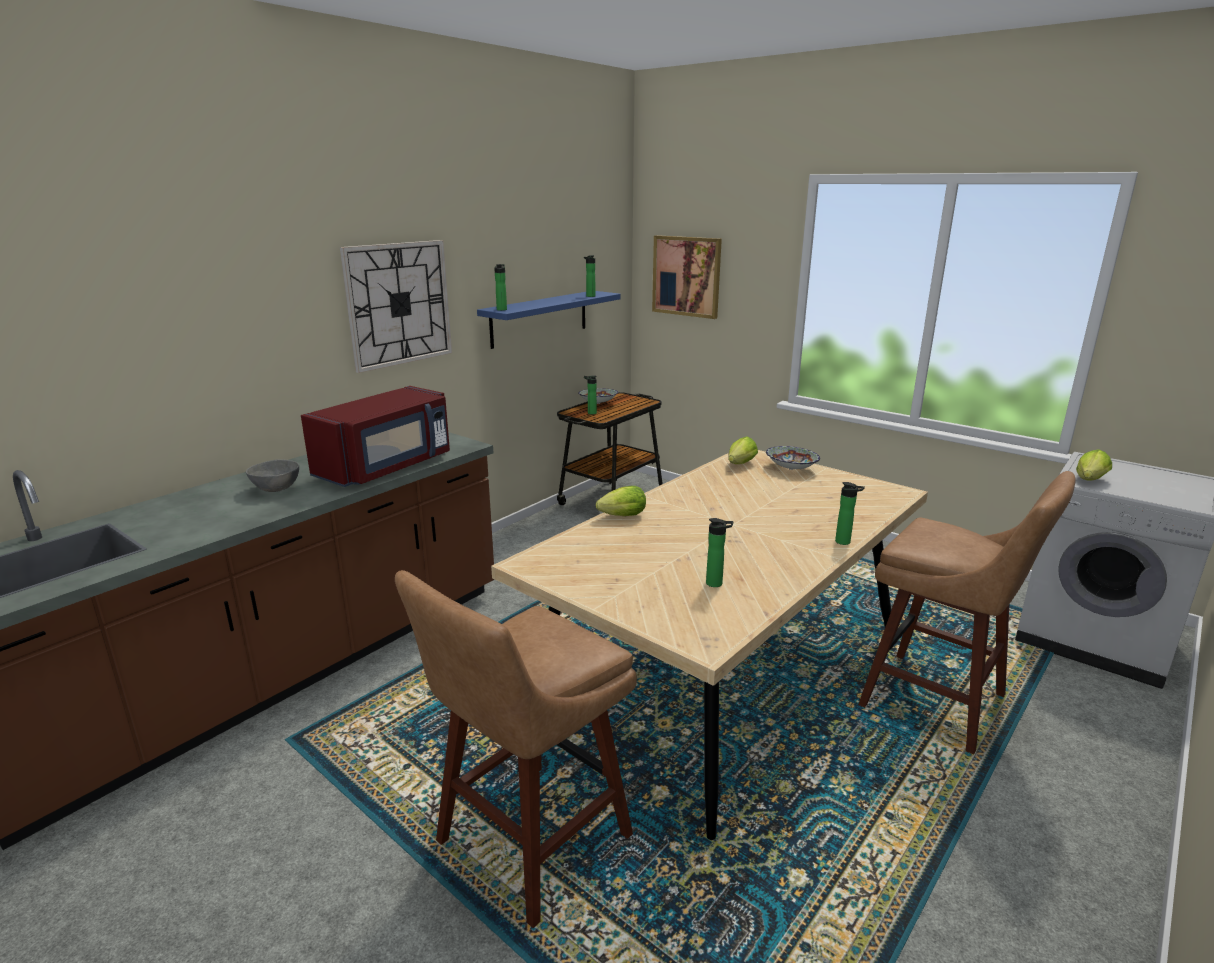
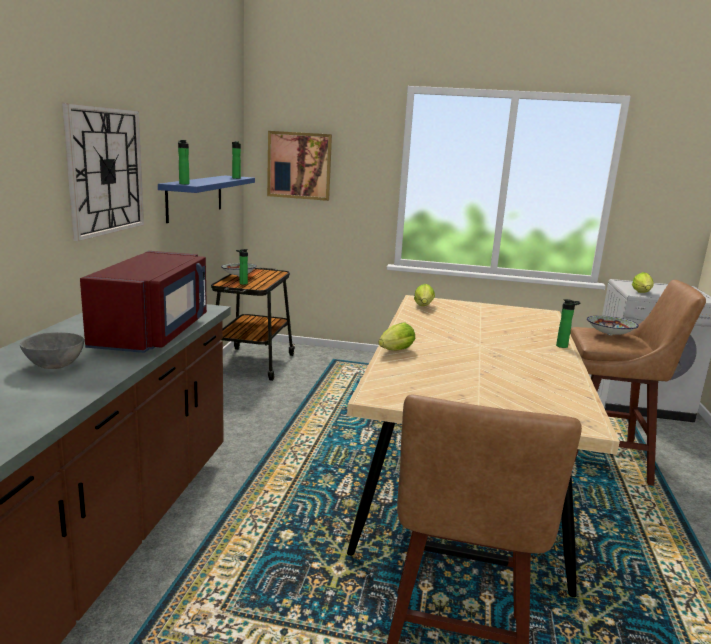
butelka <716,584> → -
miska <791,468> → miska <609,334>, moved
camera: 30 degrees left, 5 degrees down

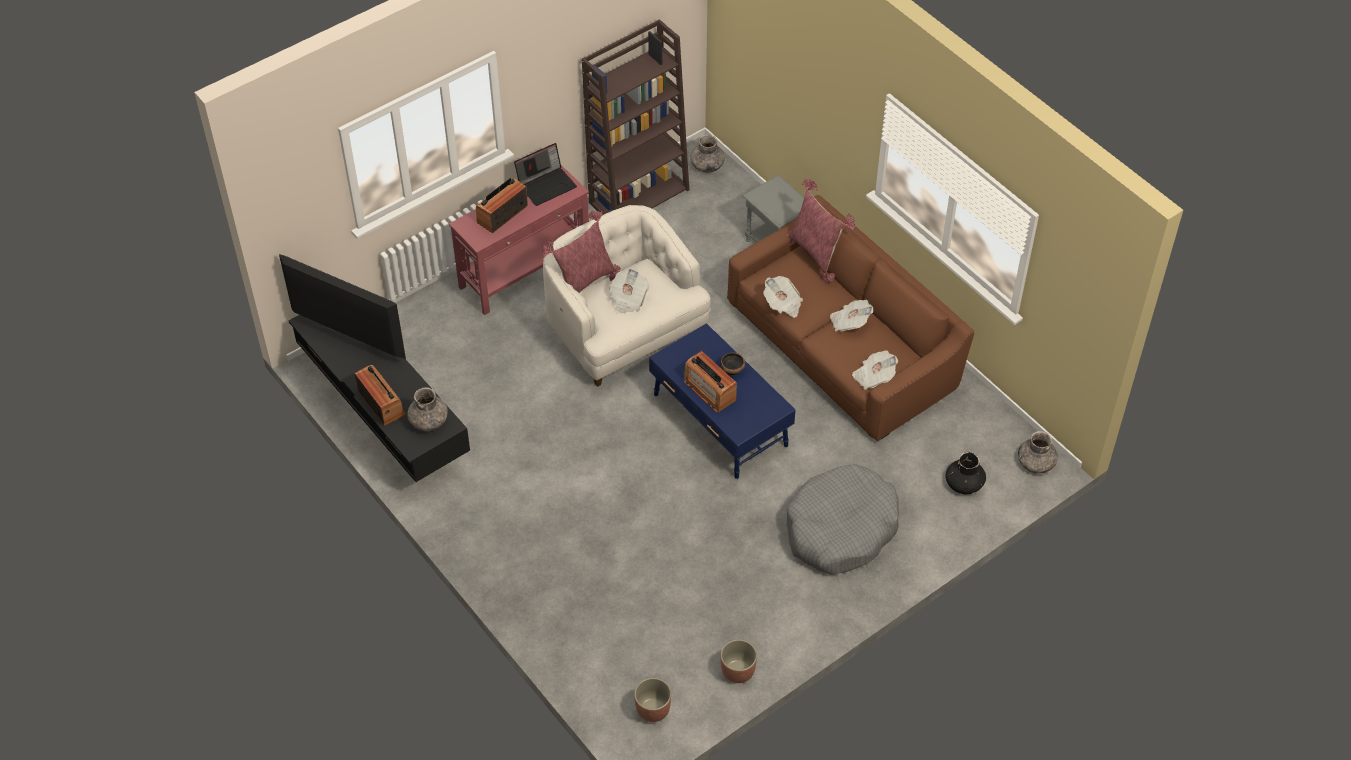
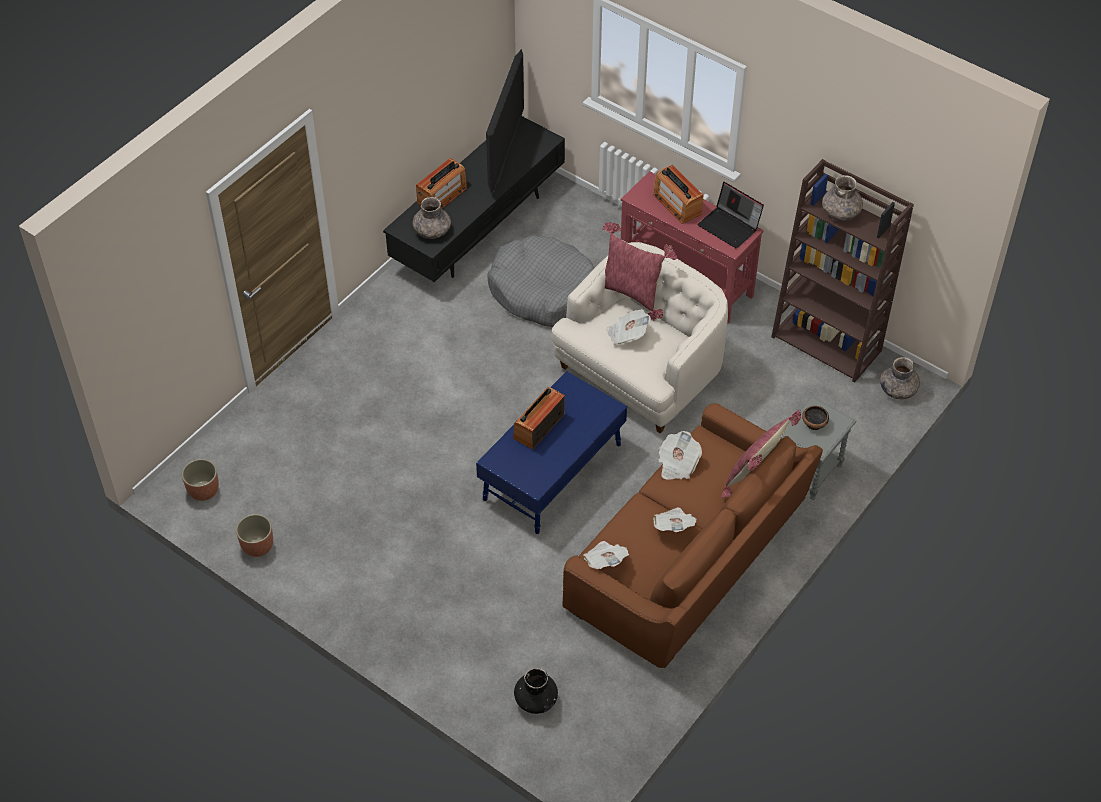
miska <732,369> → miska <814,423>, moved
legowisko (szary) <840,529> → legowisko (szary) <544,292>, moved
wazon (szary) <1036,463> → wazon (szary) <841,212>, moved
radio <502,214> → radio <677,204>, 150 degrees counterclockwise
camera: 75 degrees right, 0 degrees up

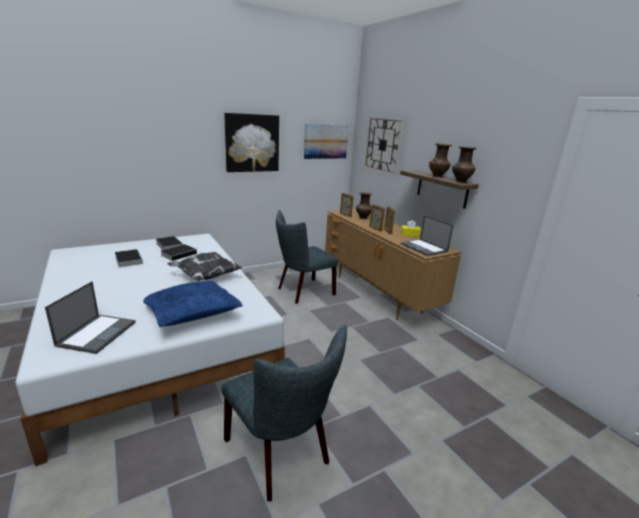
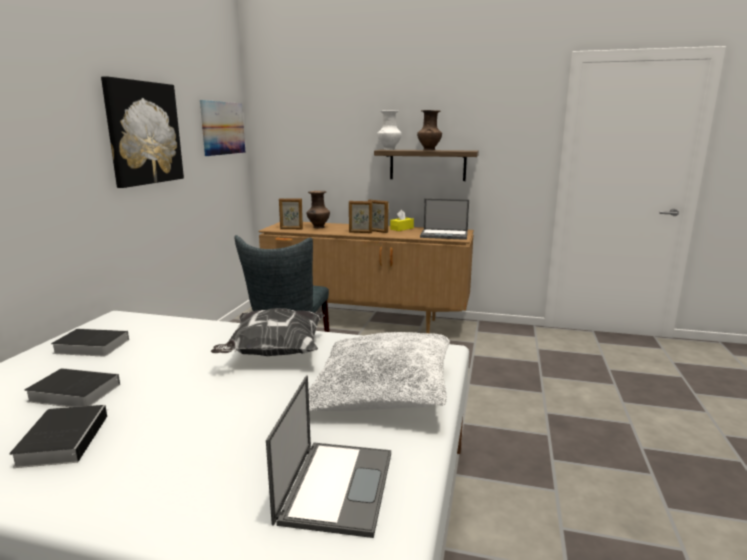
krzesło (szary) <281,454> → -
zegar ścienny <383,145> → -
wazon (brązowy) <460,182> → -
- → wazon (biały) <389,149>
książka <179,254> → książka <64,438>, moved
poduszka (niebieski) <192,314> → poduszka (biały) <381,391>
laptop <97,333> → laptop <336,485>, 45 degrees clockwise
camera: 45 degrees left, 5 degrees down

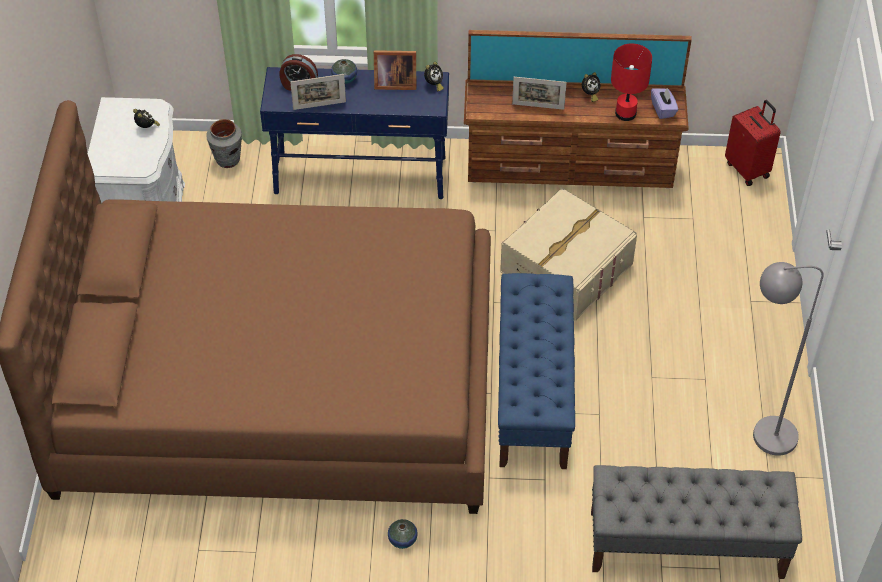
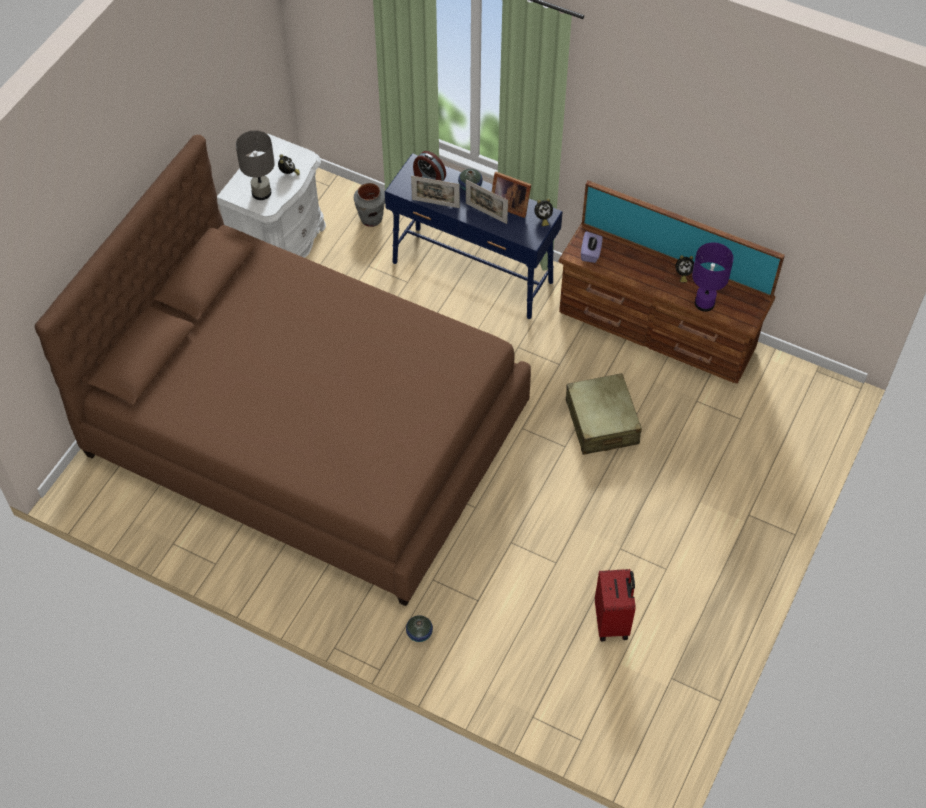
ławka (niebieski) <533,392> → -
ławka (szary) <685,544> → -
lampa stojąca (szary) <761,438> → -
- → lampa stołowa (szary) <262,193>
wazon <402,539> → wazon <419,633>, moved
ramka na zdjęcie <538,106> → ramka na zdjęcie <486,213>, moved
pudełko chusteczek (fioletowy) <663,109> → pudełko chusteczek (fioletowy) <591,253>, moved
walizka (czerwony) <748,169> → walizka (czerwony) <612,621>, moved
pojemnik do przechowywania (beżowy) <566,269> → walizka (beżowy) <601,422>
lampa stołowa (czerwony) <625,113> → lampa stołowa (fioletowy) <704,303>
camera: 25 degrees right, 5 degrees up

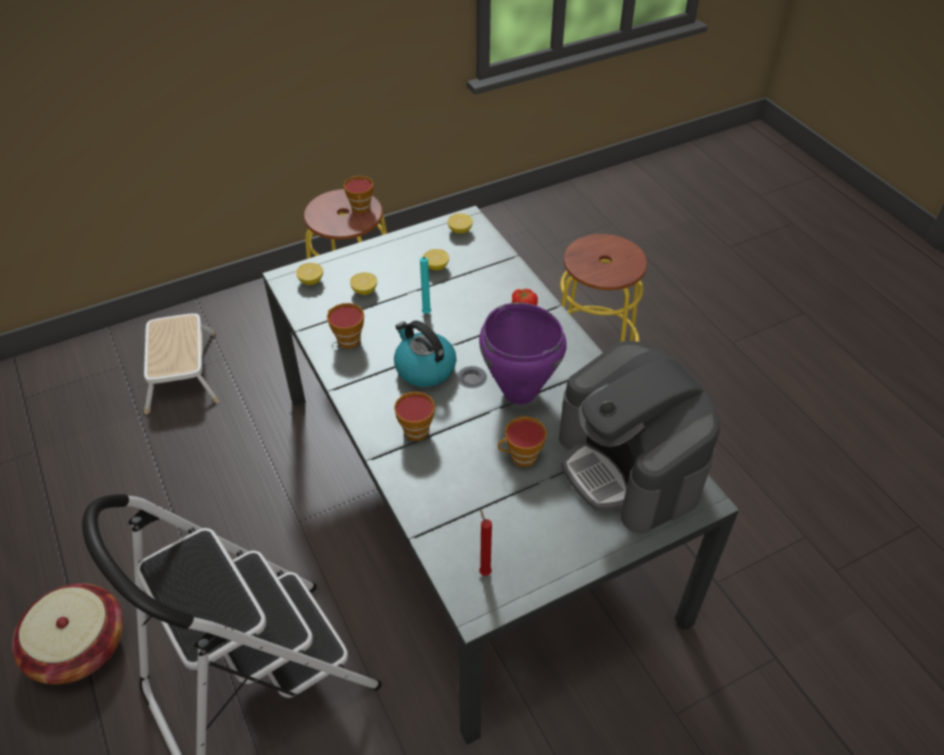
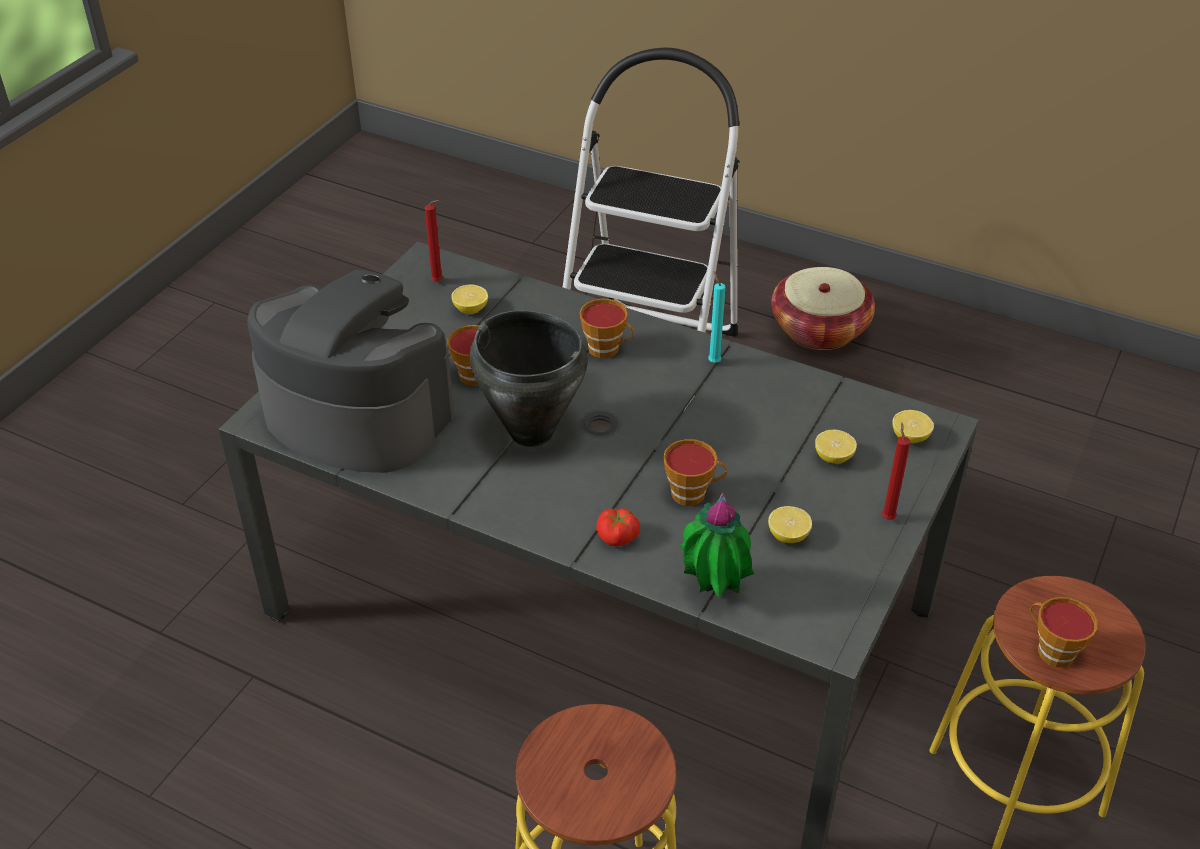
drabinka (beżowy) <182,371> → -
czajnik <424,368> → -
- → roślina doniczkowa <713,591>
- → świeca (czerwony) <887,517>
filiżanka <346,339> → filiżanka <693,493>, moved
świeca (turkusowy) <426,314> → świeca (turkusowy) <713,361>, moved
cytryna <460,230> → cytryna <470,309>, moved
garnek (fioletowy) <519,393> → garnek (czarny) <531,431>
camera: 145 degrees right, 5 degrees down

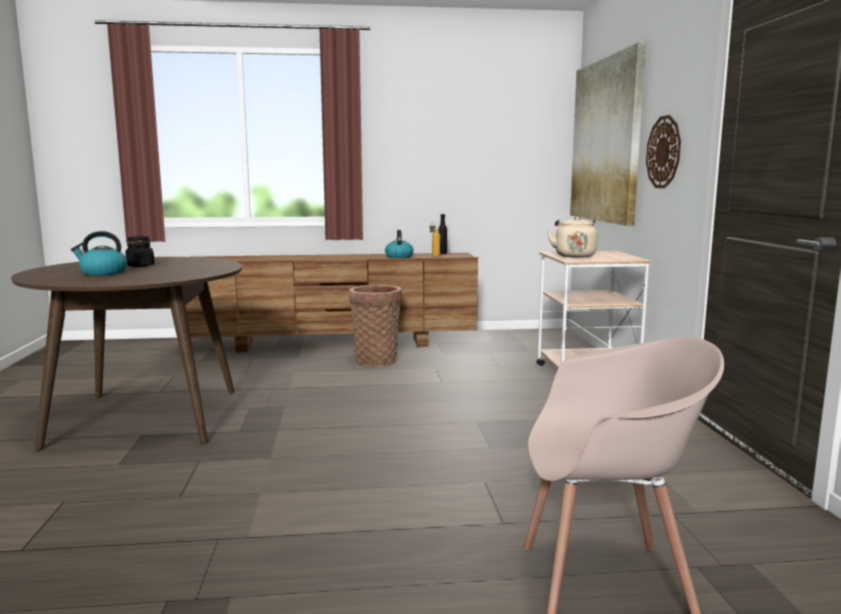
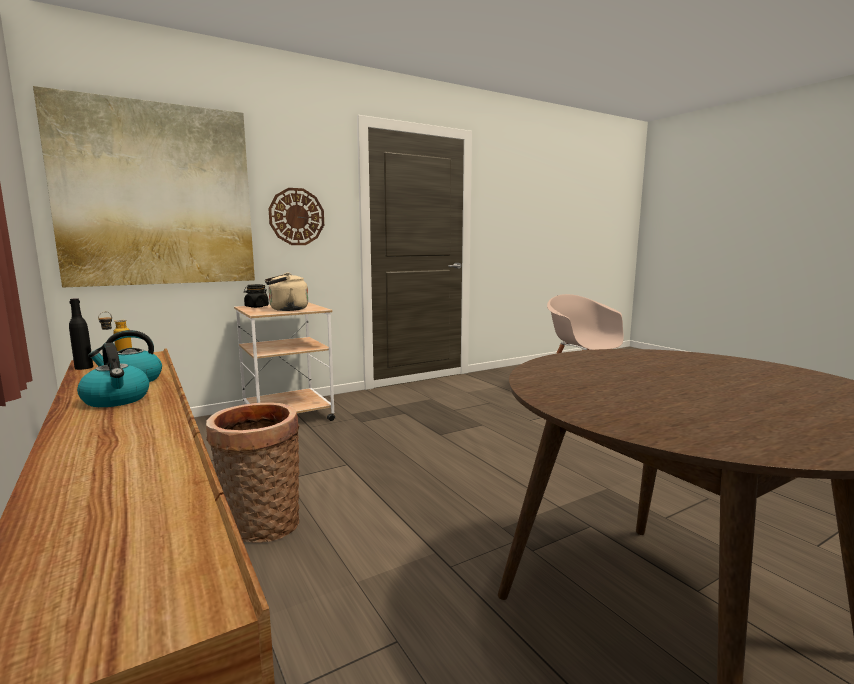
czajnik <103,273> → czajnik <117,400>, moved
słoik (czarny) <140,265> → słoik (czarny) <256,306>, moved
camera: 115 degrees left, 0 degrees up

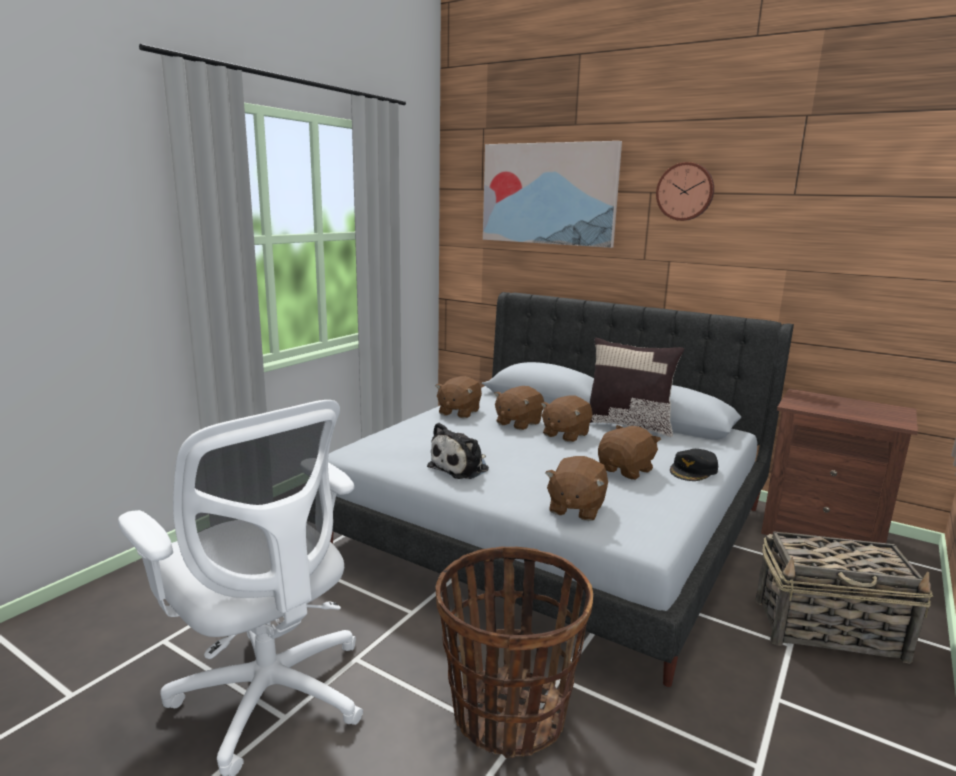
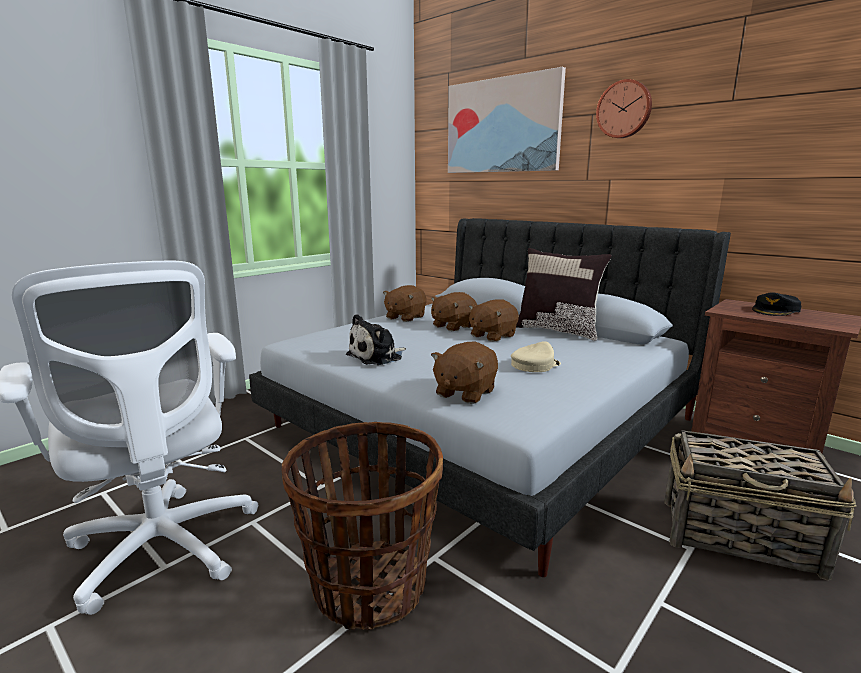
czapka z daszkiem (czarny) <693,470> → czapka z daszkiem (czarny) <775,310>, moved
pluszak (brązowy) <626,470> → czapka z daszkiem (beżowy) <534,365>
camera: 10 degrees right, 0 degrees up

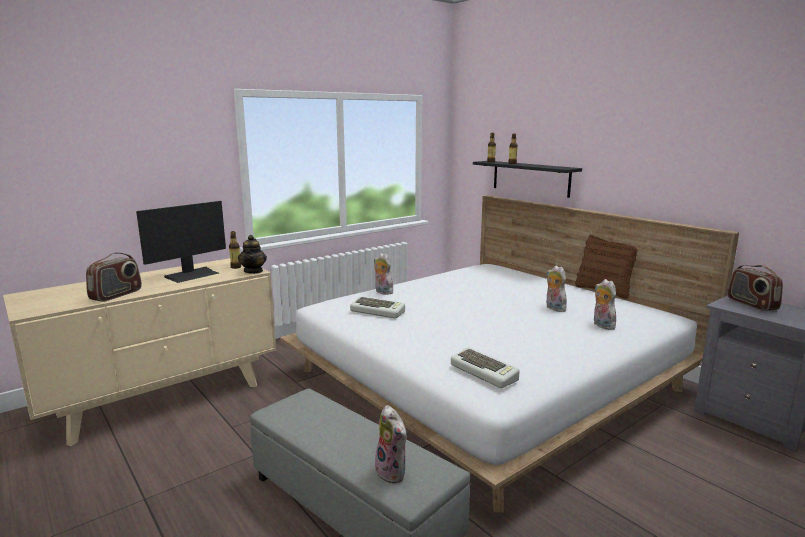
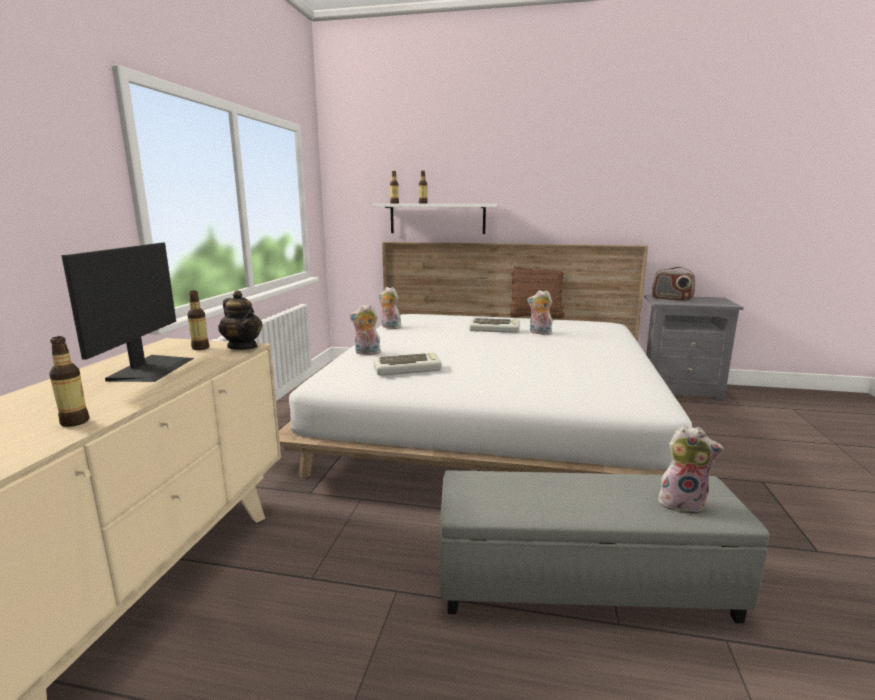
klawiatura <485,372> → klawiatura <495,329>, moved
pluszak <601,325> → pluszak <389,327>, moved
radio <116,295> → butelka <75,422>
półka (czarny) <530,178> → półka (biały) <437,218>
camera: 40 degrees left, 0 degrees up

